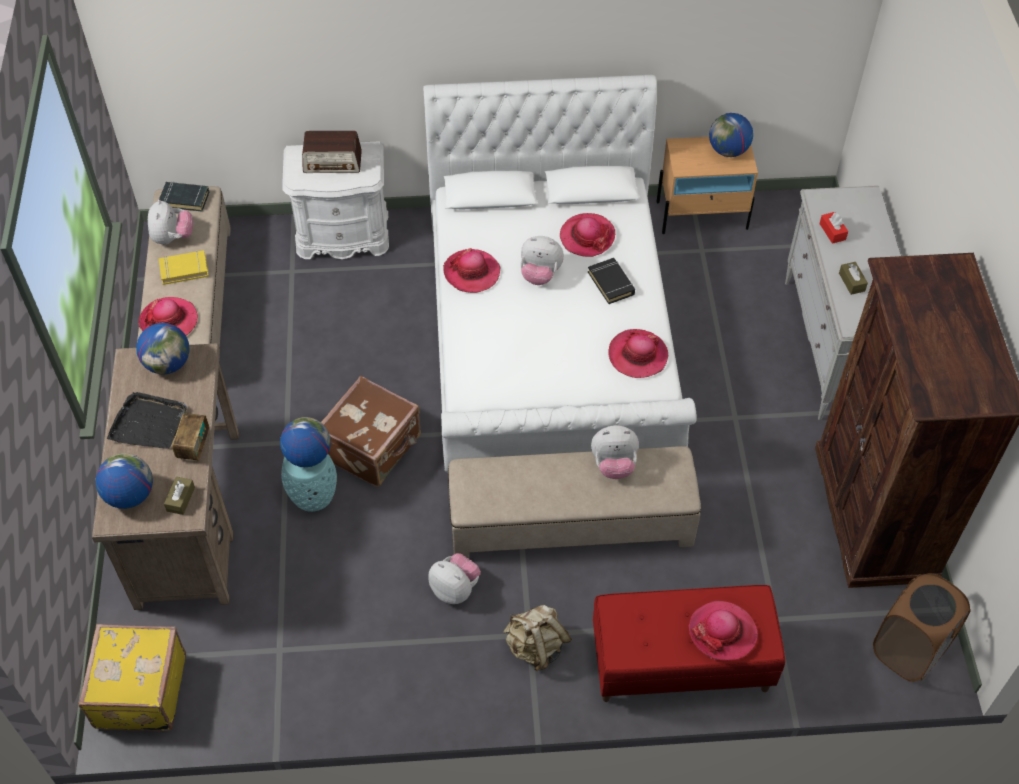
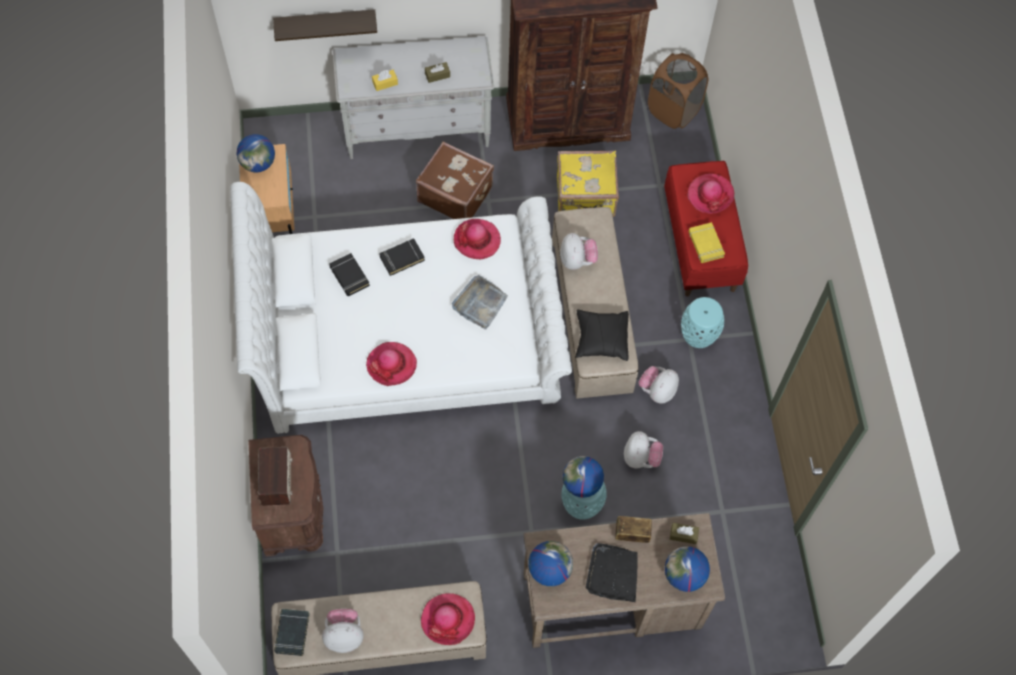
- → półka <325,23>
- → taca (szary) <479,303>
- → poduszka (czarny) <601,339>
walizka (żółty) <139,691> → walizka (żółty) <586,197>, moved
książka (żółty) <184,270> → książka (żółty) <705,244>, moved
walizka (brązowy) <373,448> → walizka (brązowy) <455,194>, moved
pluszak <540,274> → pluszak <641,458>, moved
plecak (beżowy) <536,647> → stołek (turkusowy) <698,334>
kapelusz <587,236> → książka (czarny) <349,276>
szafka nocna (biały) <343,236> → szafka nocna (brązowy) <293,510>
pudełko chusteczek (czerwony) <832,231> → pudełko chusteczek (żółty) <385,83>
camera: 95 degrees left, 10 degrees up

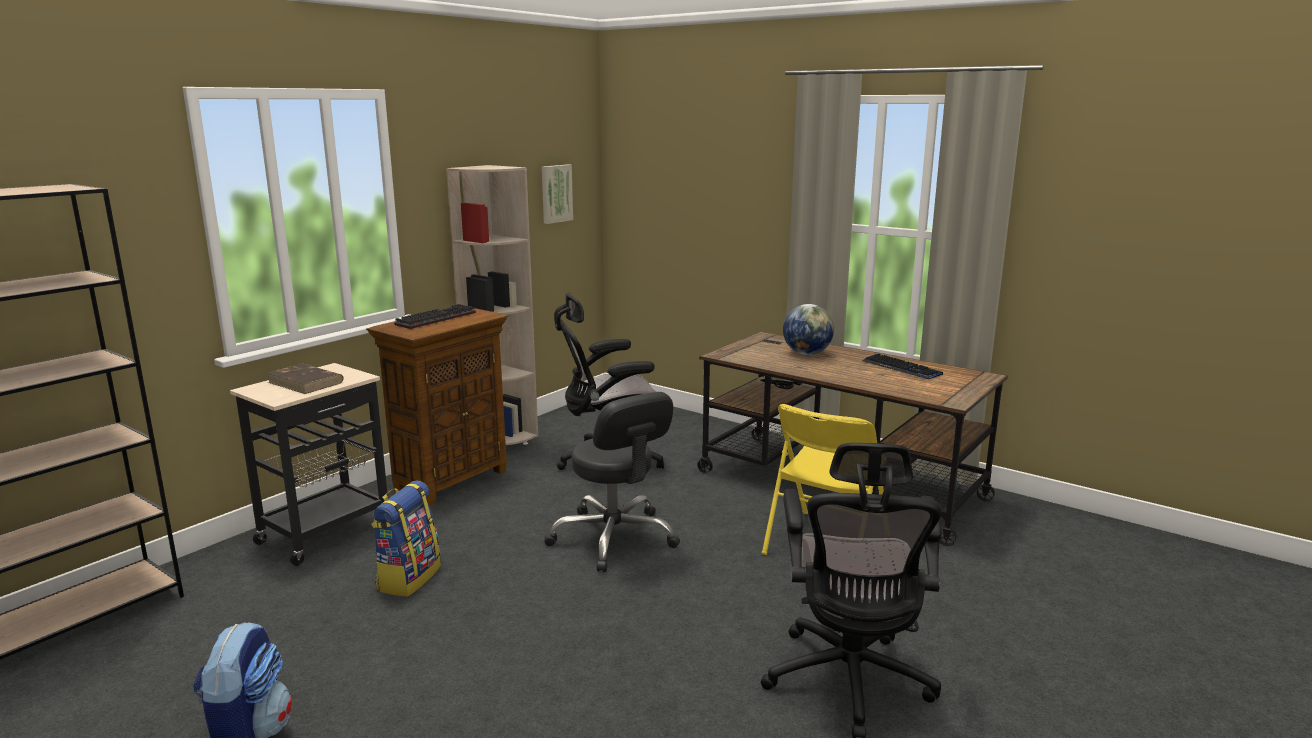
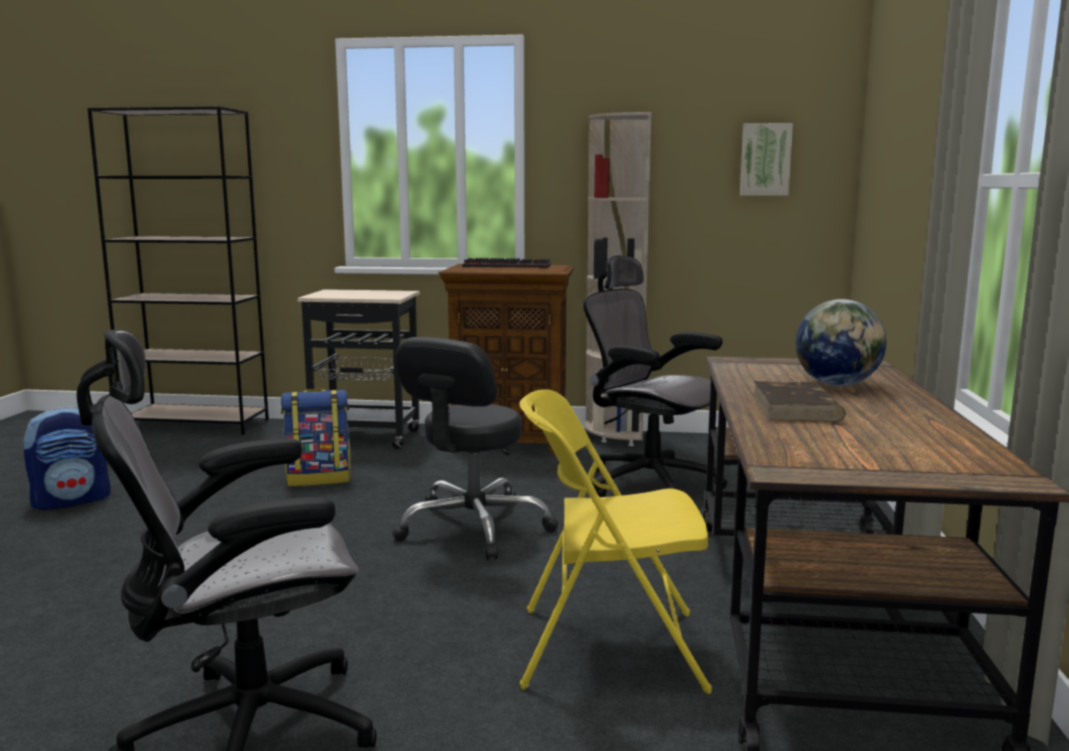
klawiatura <901,368> → -
książka (brązowy) <306,382> → książka (brązowy) <796,408>, moved
camera: 60 degrees right, 5 degrees down

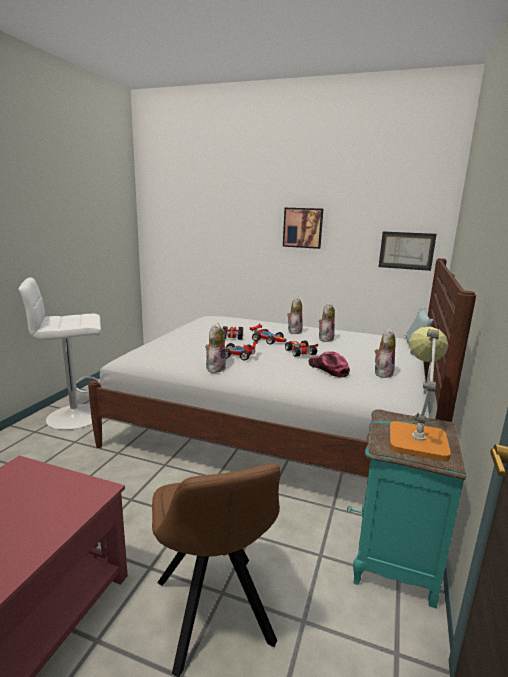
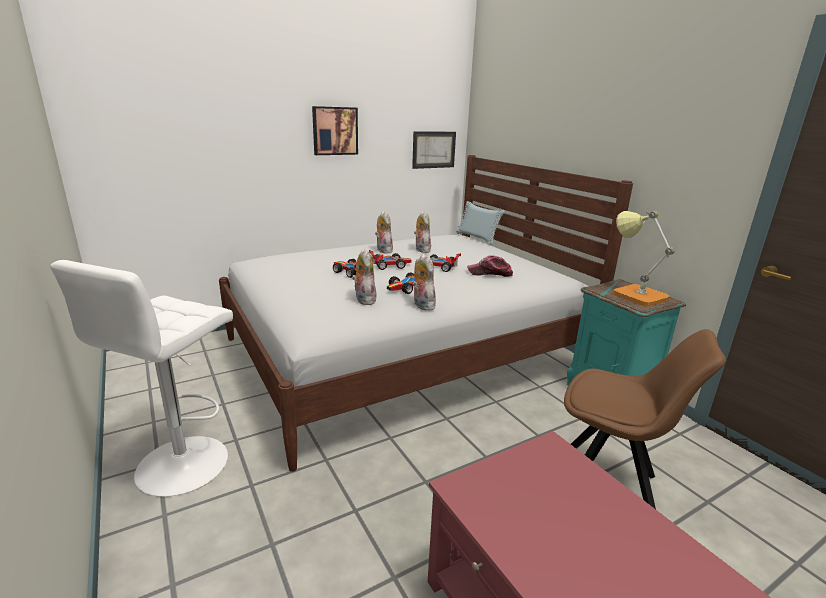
pluszak <382,373> → pluszak <363,300>, moved
camera: 50 degrees left, 5 degrees up

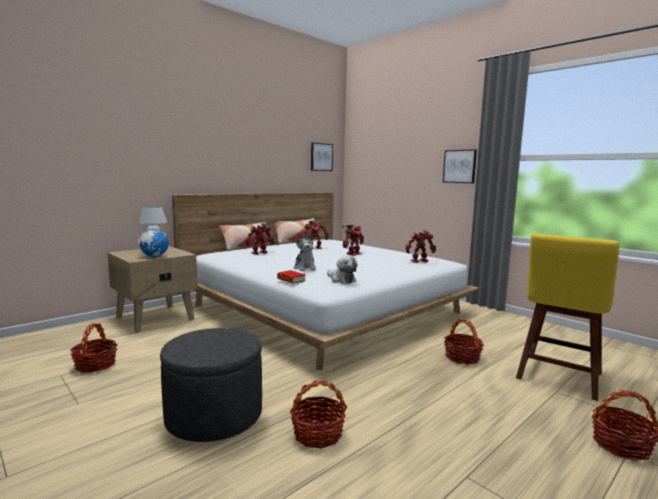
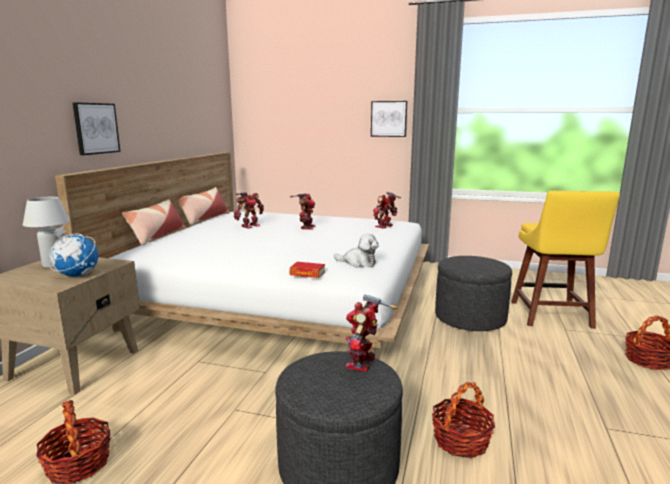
pluszak <305,268> → -
robot zabawkowy <260,253> → robot zabawkowy <363,362>, moved
obraz <321,157> → obraz <96,128>, moved
koszyk <462,357> → pufa (szary) <470,318>
camera: 30 degrees left, 5 degrees up

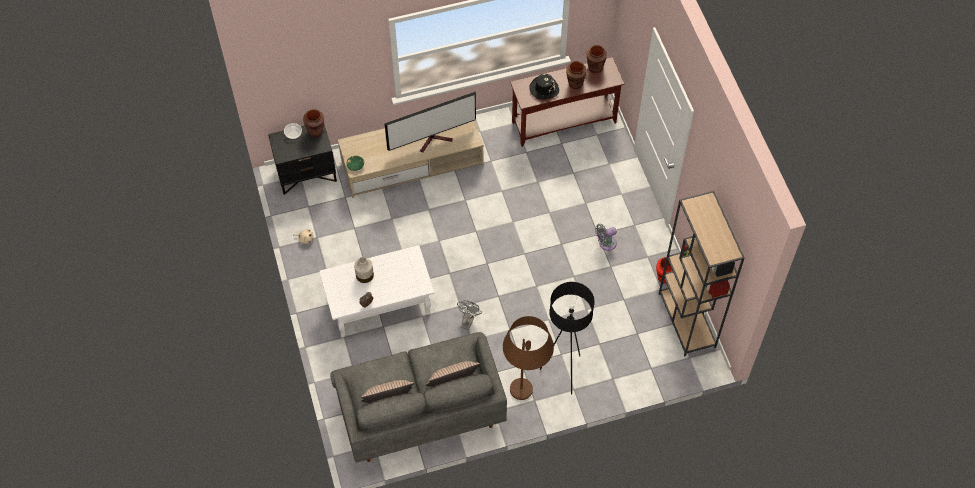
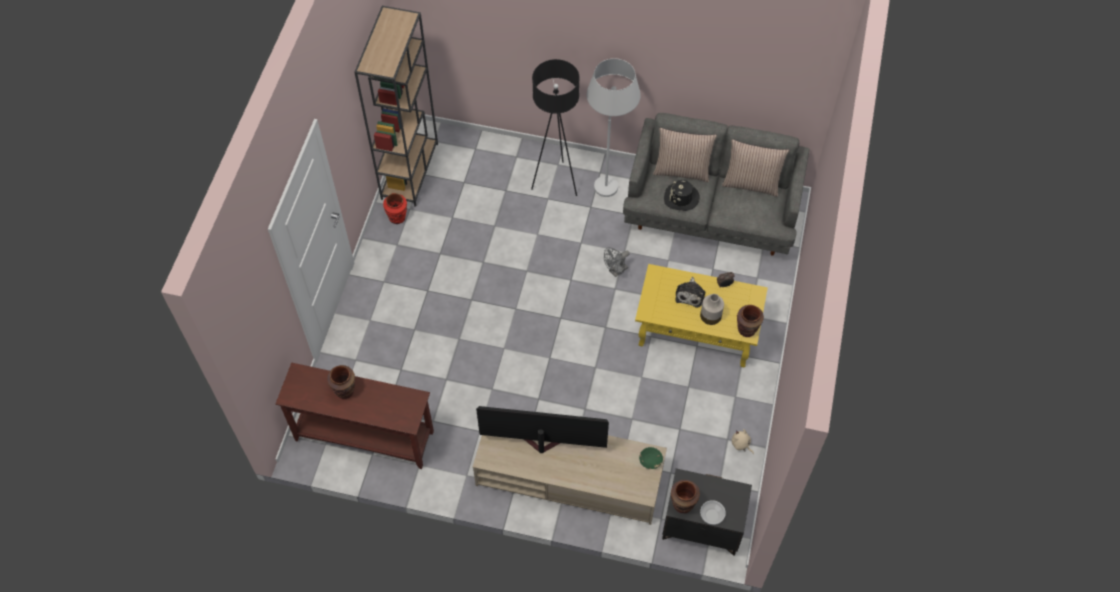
wentylator (szary) <605,243> → -
- → pluszak <690,294>
kapelusz (czarny) <544,89> → kapelusz (czarny) <681,198>, moved
wazon (brązowy) <595,68> → wazon (brązowy) <746,330>, moved
ława (biały) <379,304> → ława (żółty) <697,331>
lampa stojąca (brązowy) <525,400> → lampa stojąca (biały) <608,176>
camera: 150 degrees left, 0 degrees up

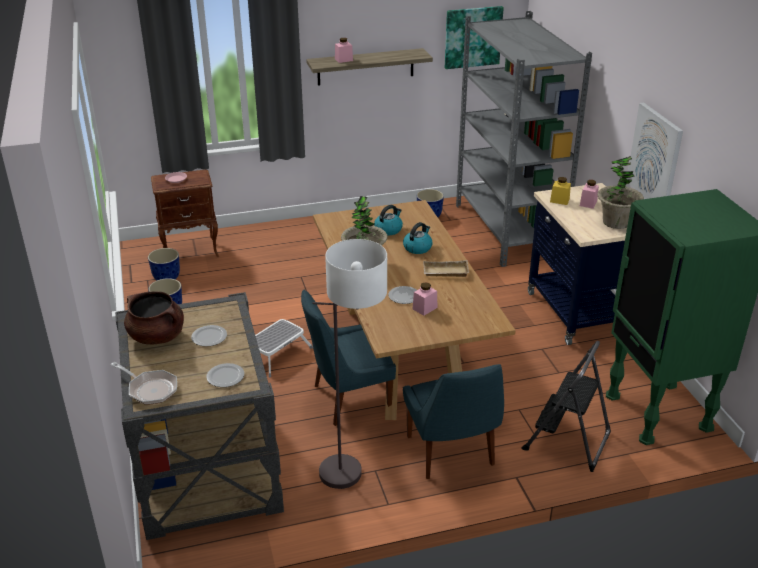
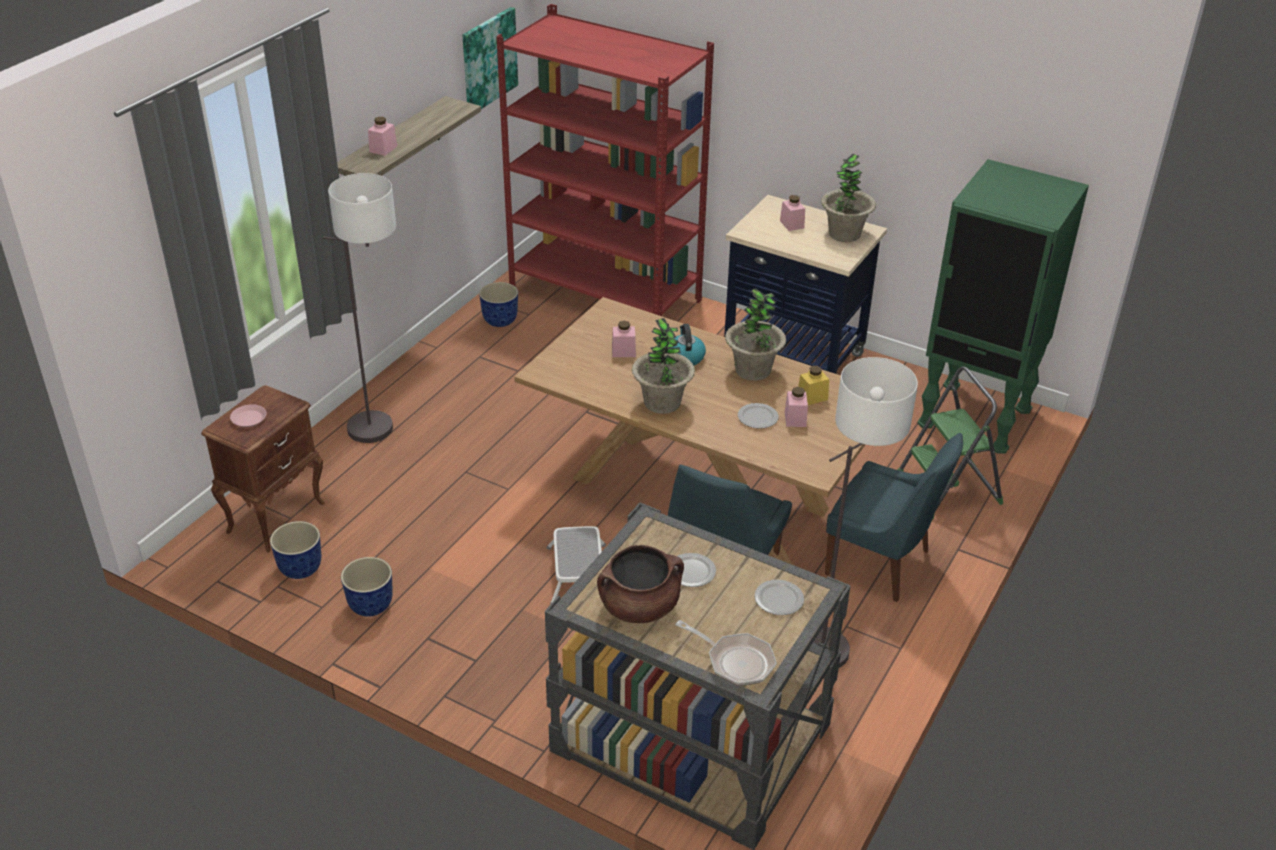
obraz <655,157> → -
- → lampa stojąca (biały) <383,430>
słoik (żółty) <559,200> → słoik (żółty) <812,397>, moved
czajnik <388,229> → słoik (różowy) <623,351>
taca (beżowy) <445,272> → roślina doniczkowa <753,370>
regał (szary) <508,230> → regał (czerwony) <605,296>
drabinka (czarny) <570,442> → drabinka (zielony) <952,488>
patelnia <150,389> → patelnia <735,661>, 45 degrees clockwise
camera: 45 degrees left, 5 degrees up

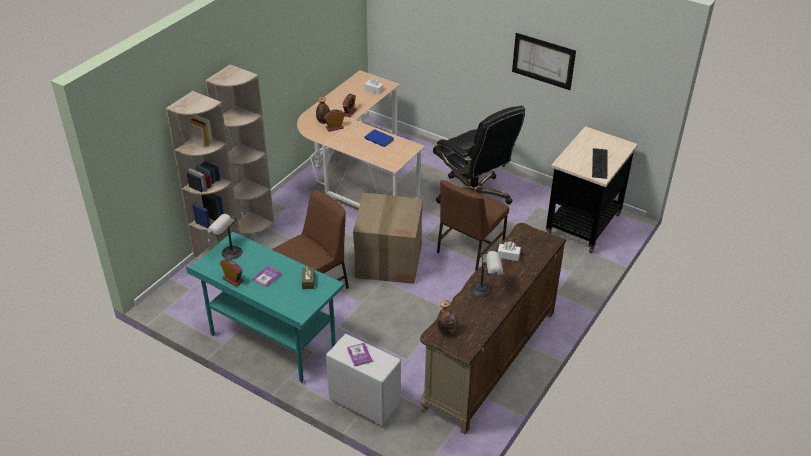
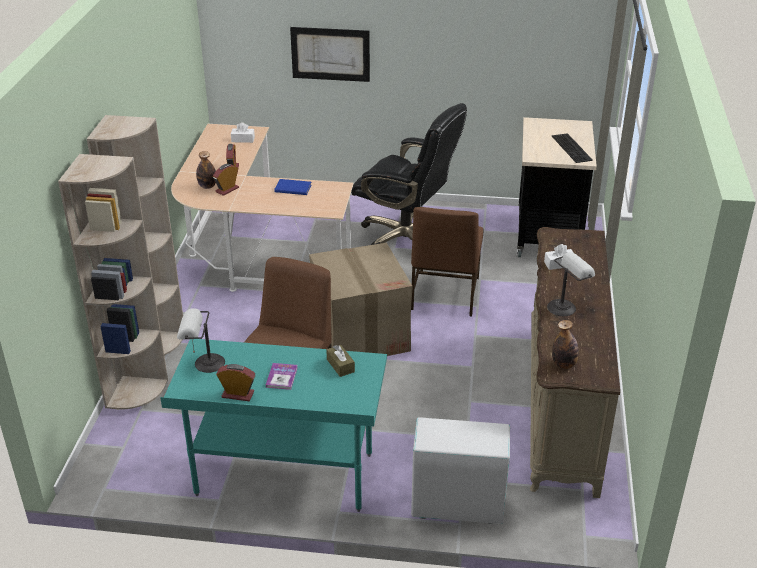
książka <359,355> → -
obraz <543,61> → obraz <330,54>, moved
camera: 25 degrees left, 5 degrees down

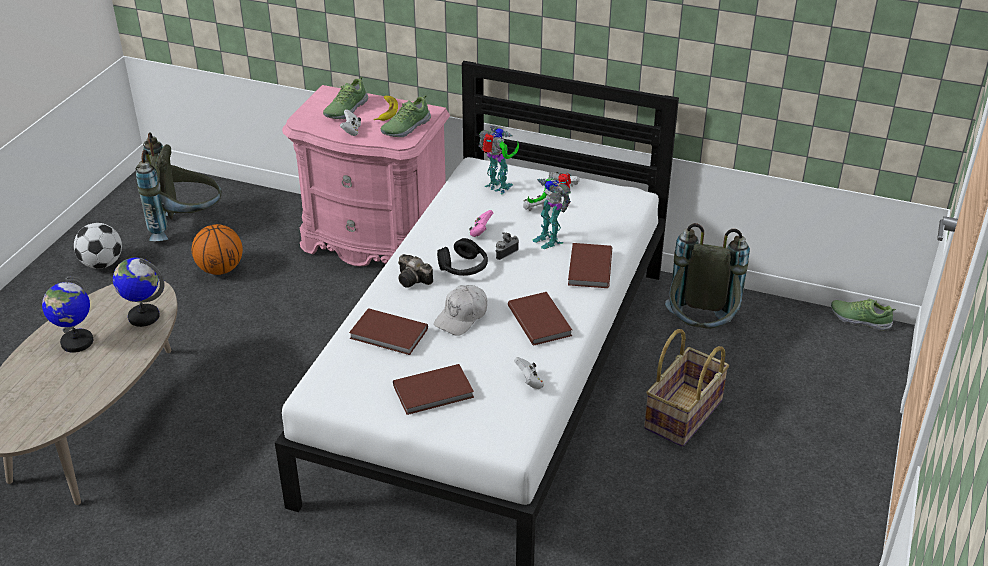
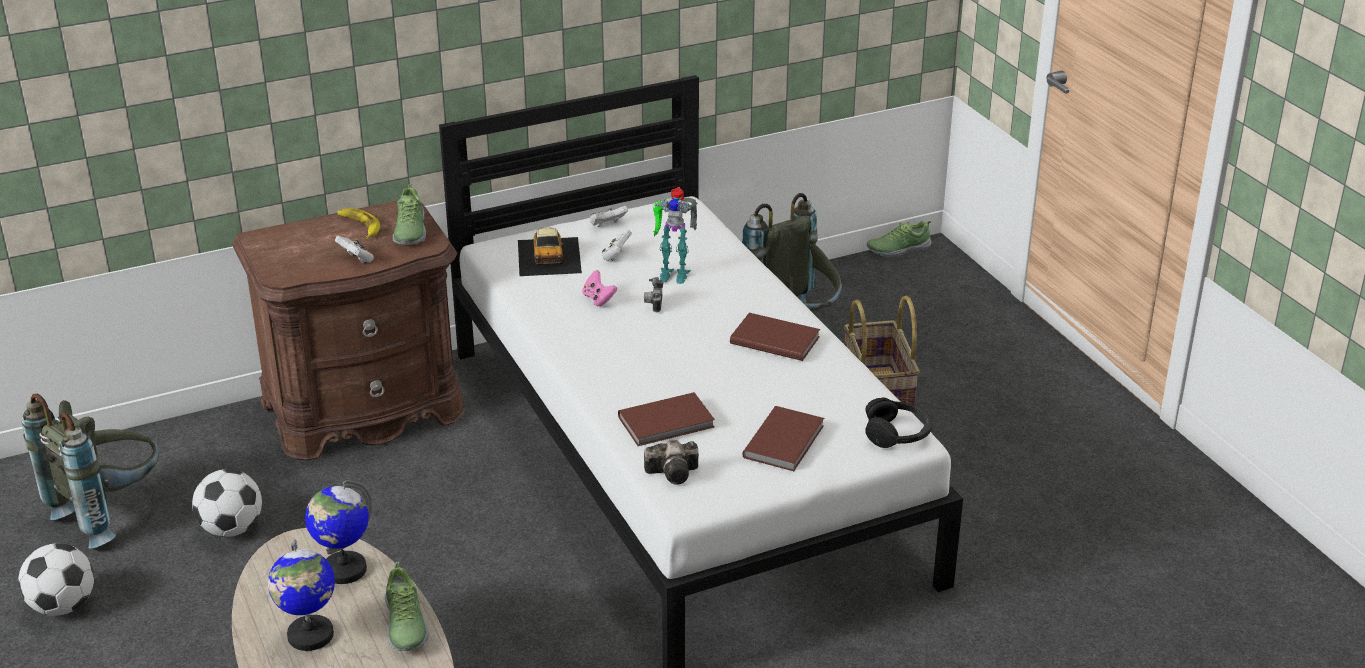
czapka z daszkiem (biały) <462,316> → -
pad do gier (biały) <529,382> → -
książka (brązowy) <588,268> → -
but <345,109> → but <404,625>, moved
aparat fotograficzny <414,280> → aparat fotograficzny <675,473>, moved
słuchawki (czarny) <463,267> → słuchawki (czarny) <897,433>, moved
piłka do koszykówki <220,269> → piłka futbolowa <231,529>
robot zabawkowy <498,188> → samochodzik <549,256>
szafka nocna (różowy) <373,242> → szafka nocna (brązowy) <367,412>
camera: 45 degrees left, 5 degrees down

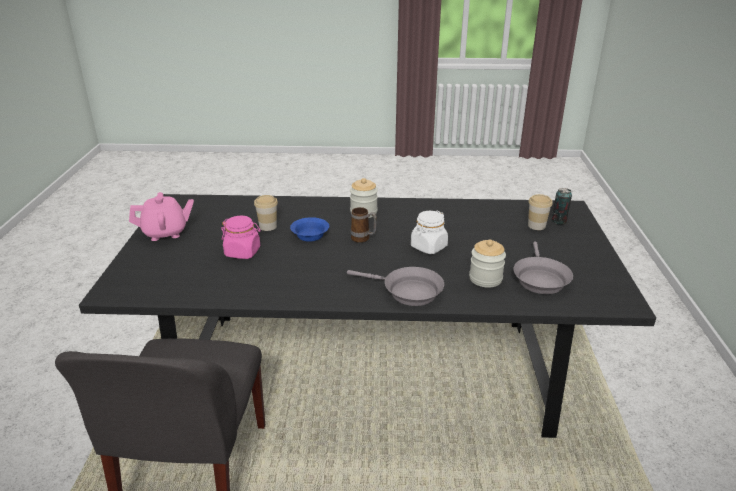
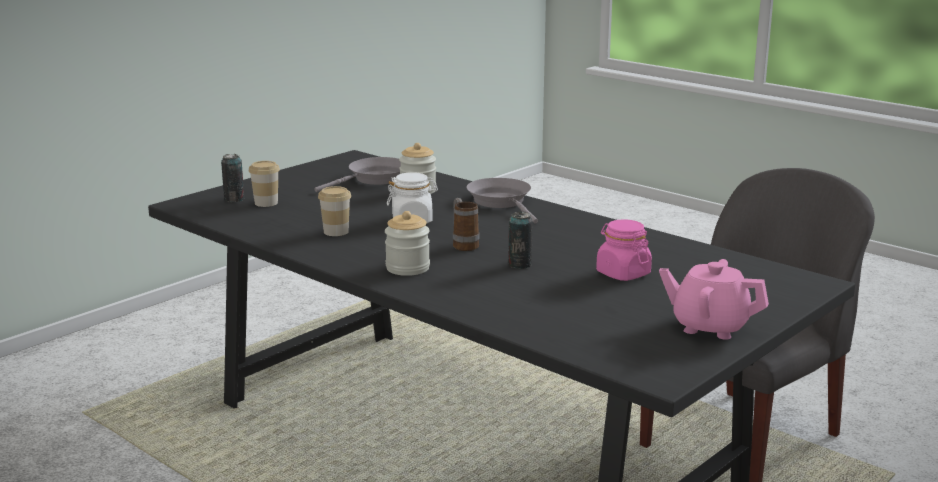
filiżanka <268,226> → filiżanka <336,232>, moved
miska (niebieski) <310,236> → puszka <520,265>
camera: 140 degrees left, 10 degrees down

